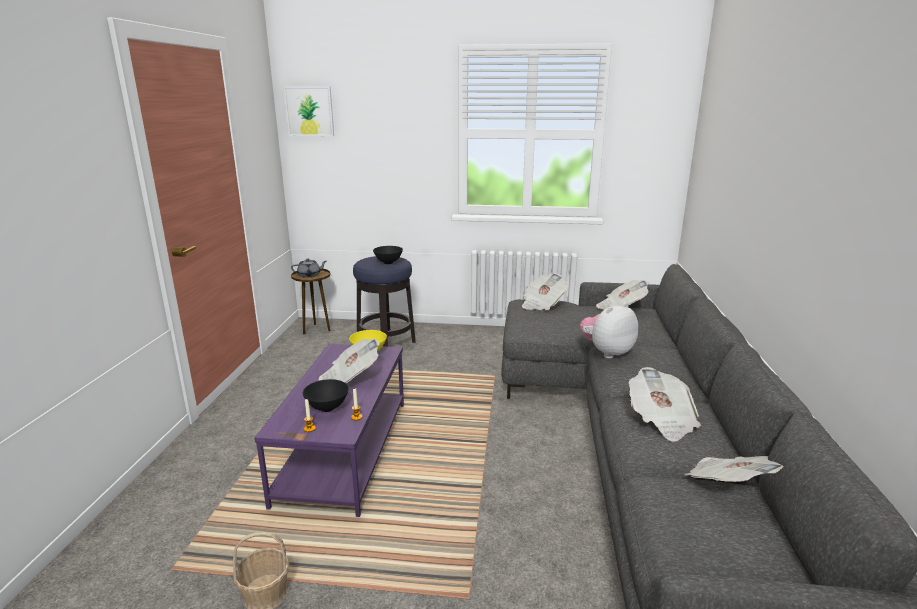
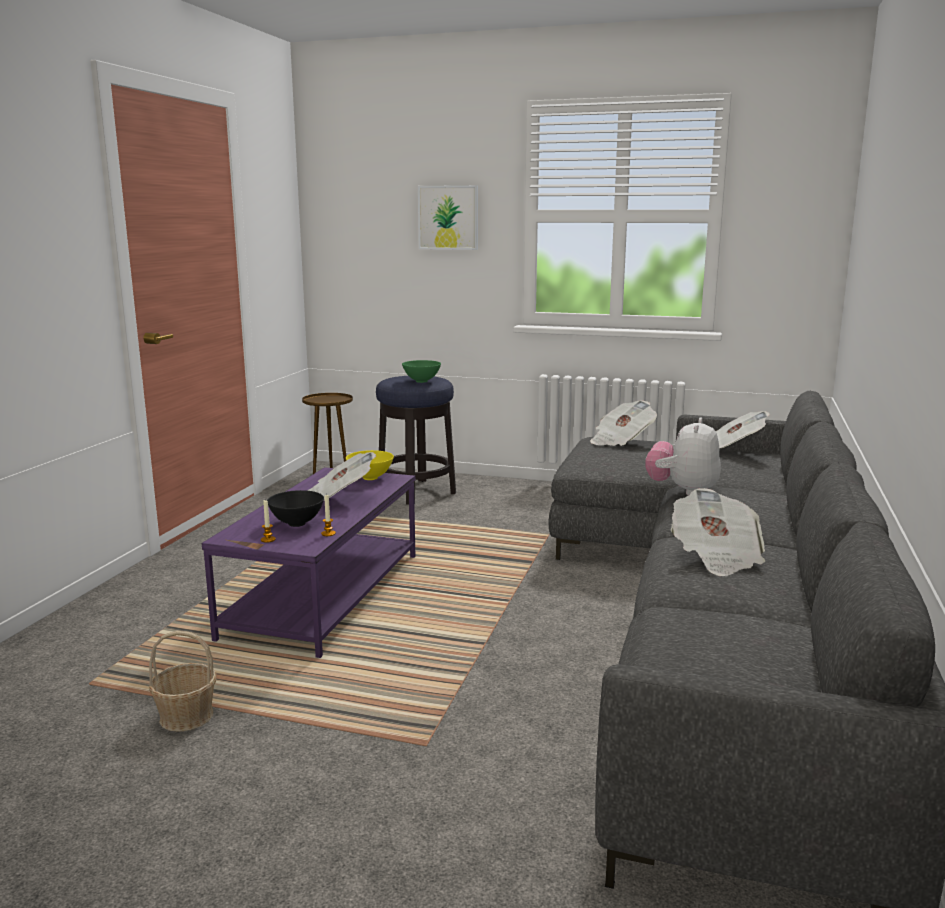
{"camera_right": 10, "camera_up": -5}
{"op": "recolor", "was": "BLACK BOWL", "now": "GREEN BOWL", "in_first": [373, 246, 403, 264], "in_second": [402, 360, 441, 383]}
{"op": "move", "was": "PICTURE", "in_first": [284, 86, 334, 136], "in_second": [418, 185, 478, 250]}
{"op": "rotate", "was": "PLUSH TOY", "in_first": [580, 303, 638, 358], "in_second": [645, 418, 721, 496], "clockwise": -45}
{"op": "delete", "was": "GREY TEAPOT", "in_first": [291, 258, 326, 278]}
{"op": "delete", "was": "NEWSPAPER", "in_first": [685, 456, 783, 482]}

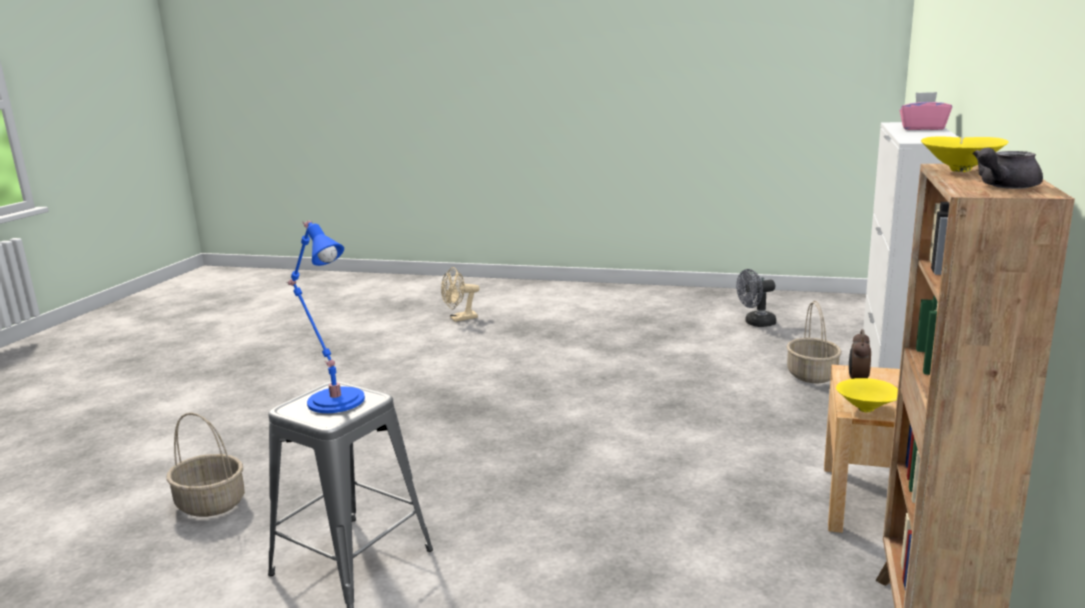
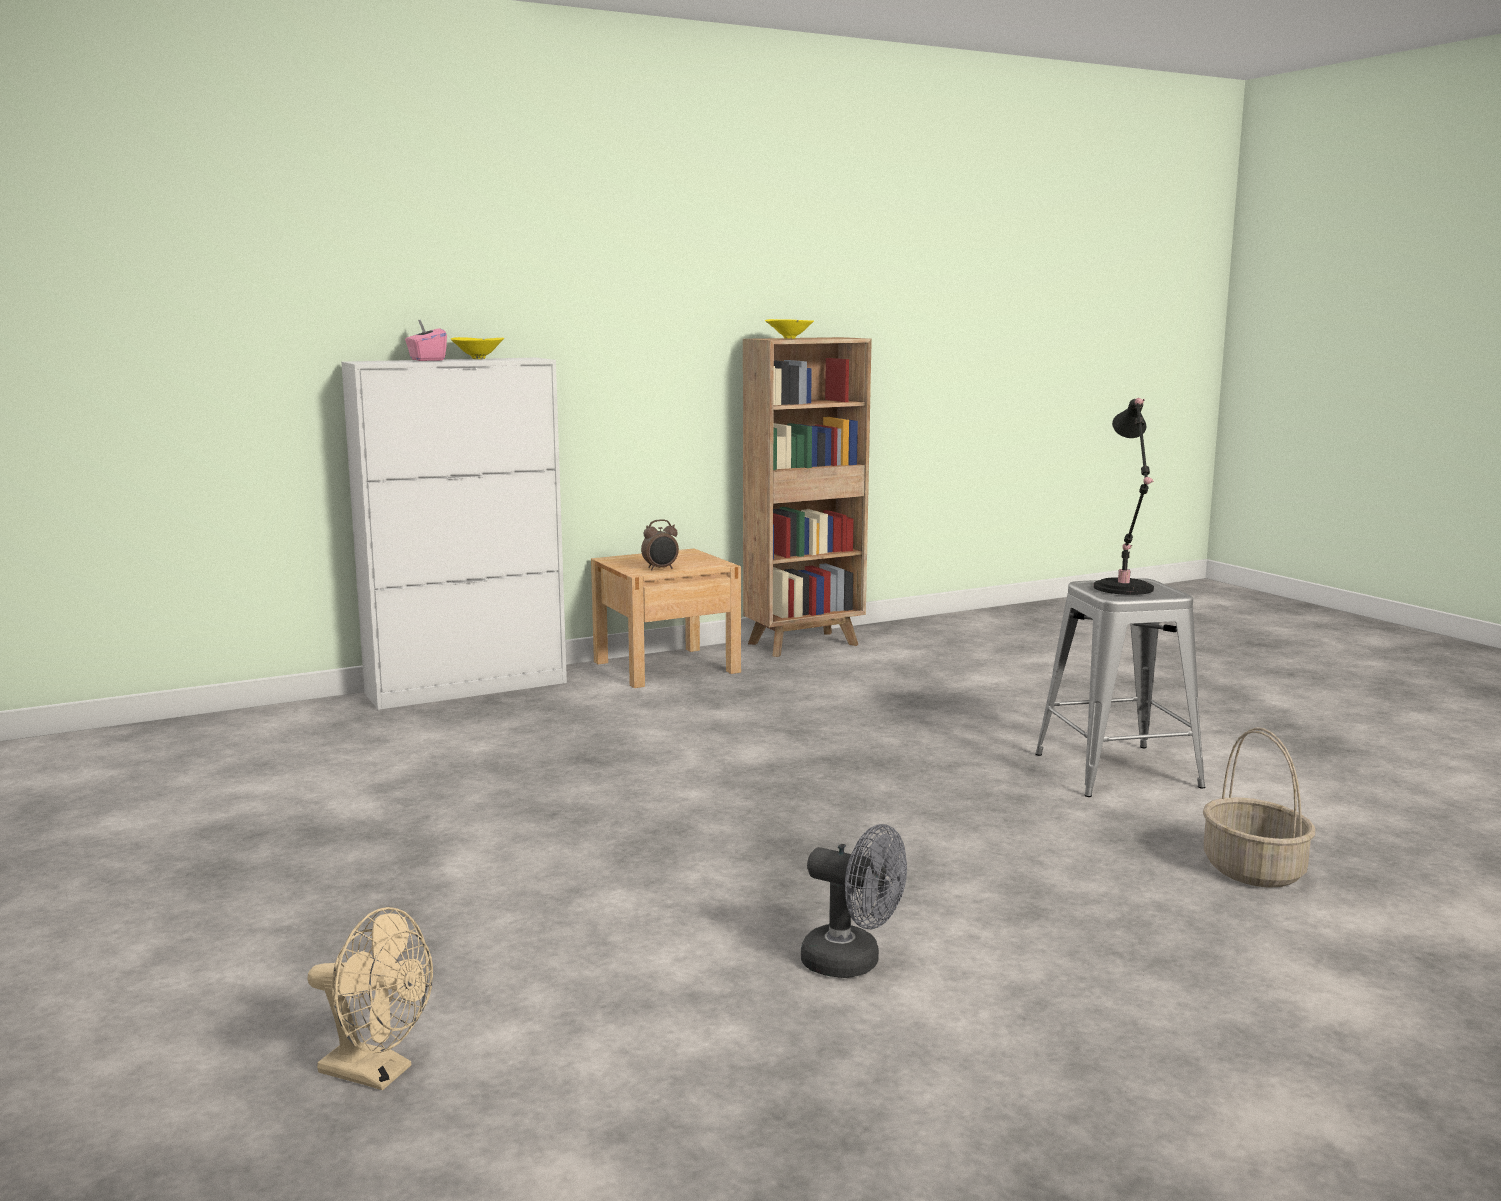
{"camera_right": -135, "camera_up": -5}
{"op": "move", "was": "YELLOW BOWL", "in_first": [836, 378, 898, 412], "in_second": [451, 337, 504, 359]}
{"op": "move", "was": "GREY FAN", "in_first": [736, 269, 776, 327], "in_second": [801, 824, 907, 978]}
{"op": "recolor", "was": "BLUE TABLE LAMP", "now": "BLACK TABLE LAMP", "in_first": [286, 221, 365, 413], "in_second": [1093, 398, 1154, 595]}
{"op": "delete", "was": "BASKET", "in_first": [786, 301, 842, 383]}
{"op": "delete", "was": "GREY TEAPOT", "in_first": [973, 147, 1043, 189]}

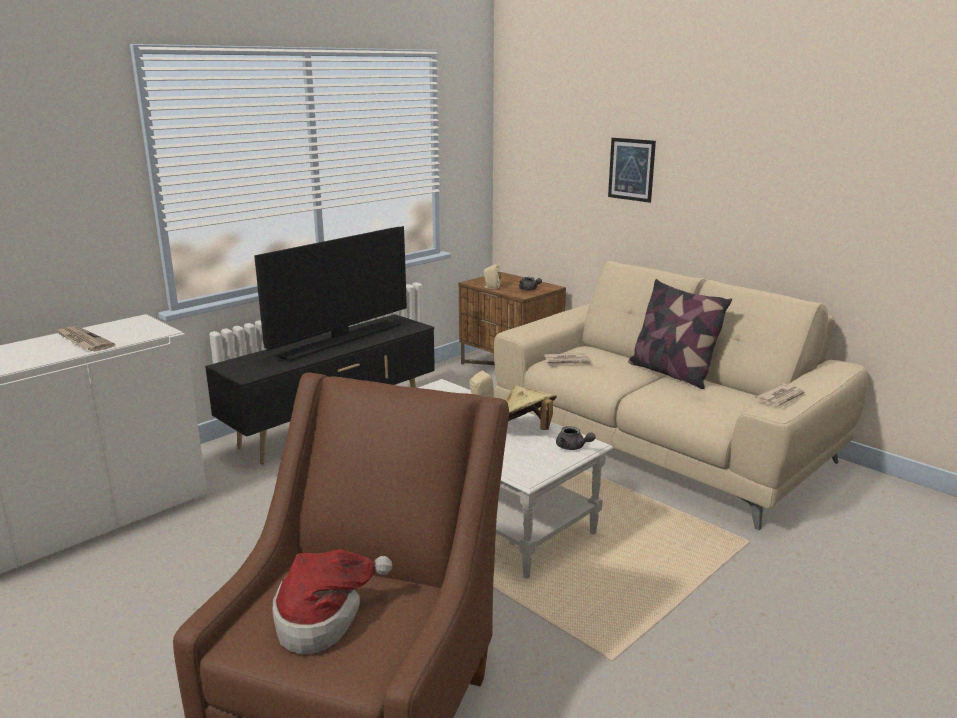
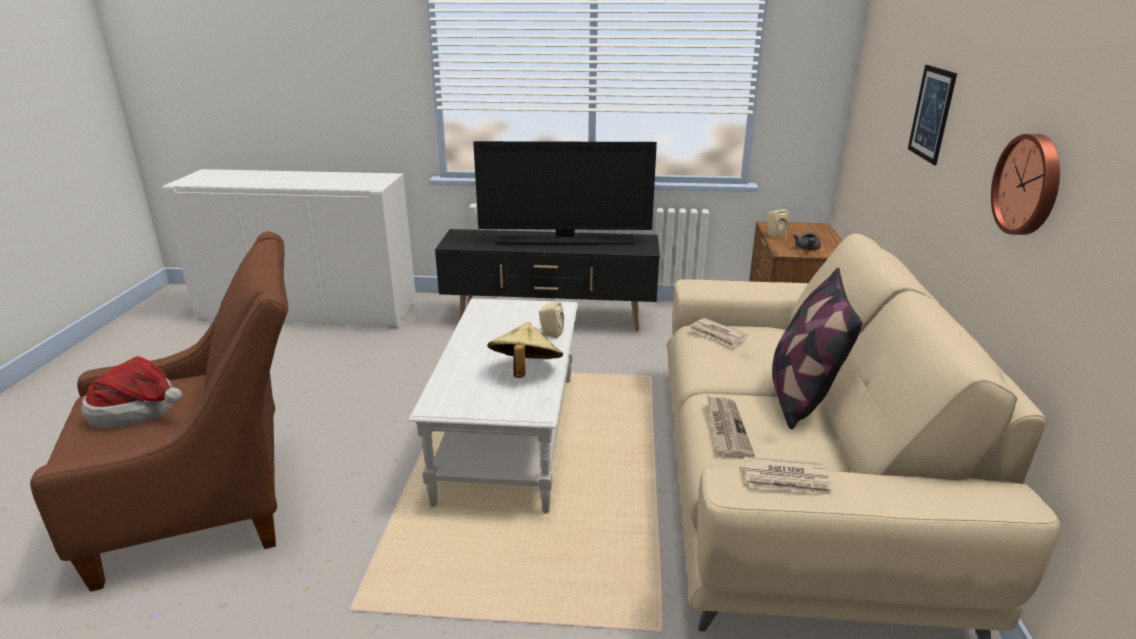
{"camera_right": 50, "camera_up": 5}
{"op": "move", "was": "NEWSPAPER", "in_first": [56, 326, 115, 351], "in_second": [707, 395, 755, 458]}
{"op": "insert", "now": "WALL CLOCK", "in_second": [991, 134, 1060, 235]}
{"op": "delete", "was": "GREY TEAPOT", "in_first": [556, 426, 596, 450]}

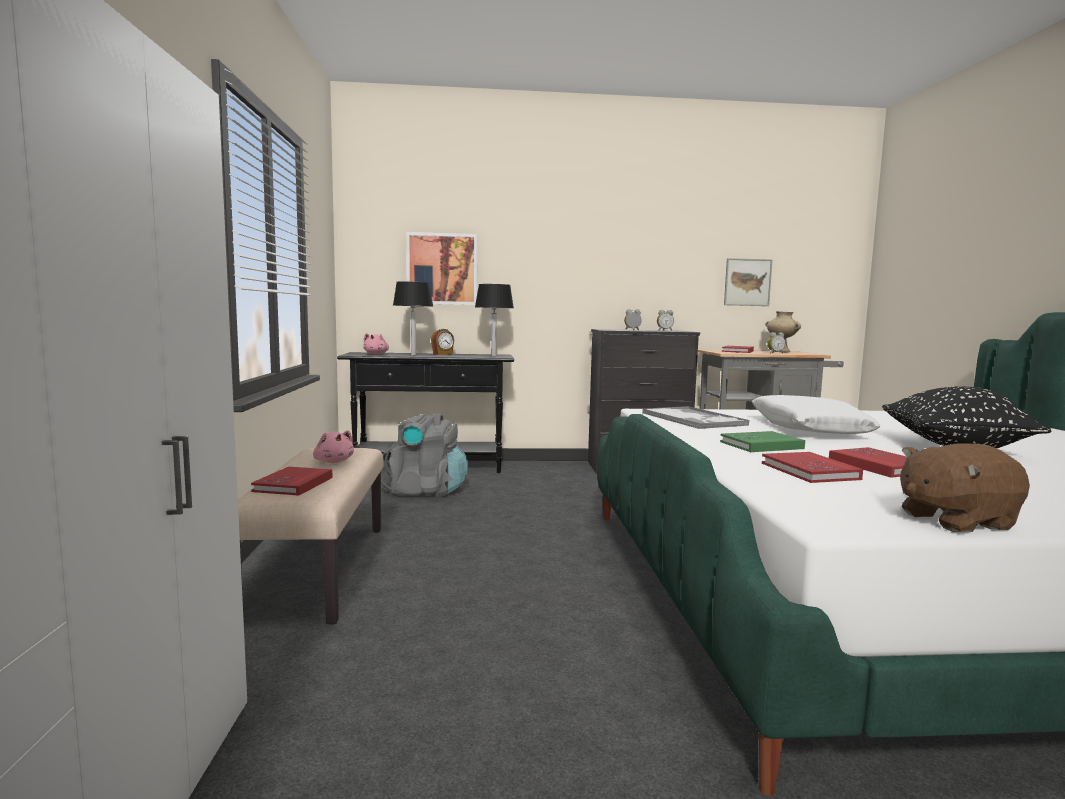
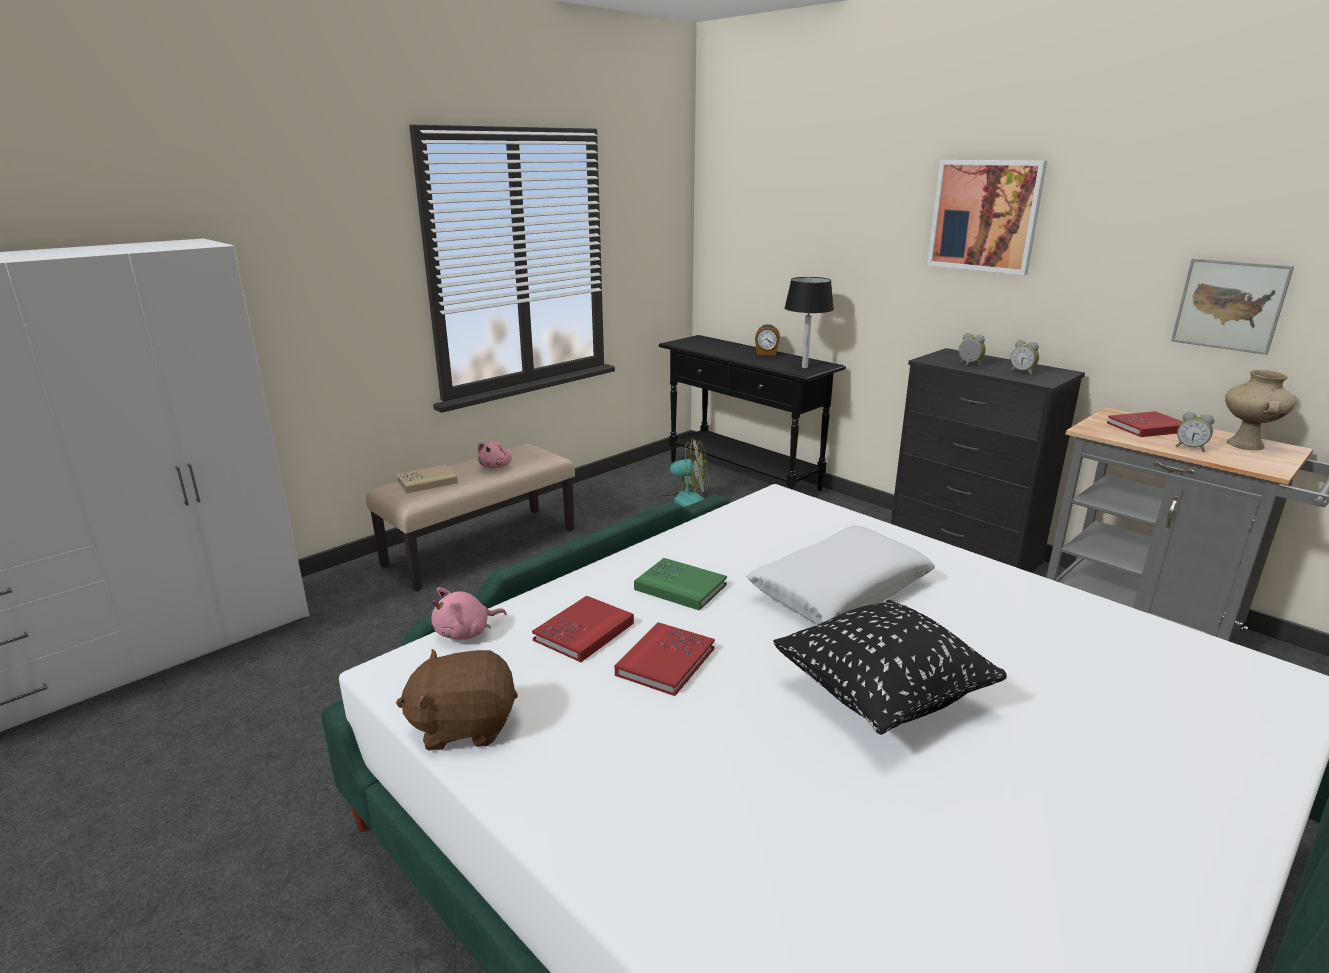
{"camera_right": 50, "camera_up": 15}
{"op": "rotate", "was": "BROWN PLUSH TOY", "in_first": [900, 443, 1030, 532], "in_second": [396, 649, 518, 751], "clockwise": -45}
{"op": "recolor", "was": "RED BOOK", "now": "BEIGE BOOK", "in_first": [251, 467, 332, 496], "in_second": [397, 465, 458, 493]}
{"op": "move", "was": "PINK PLUSH TOY", "in_first": [363, 333, 389, 354], "in_second": [432, 587, 507, 640]}
{"op": "replace", "was": "GREY BACKPACK", "now": "FAN", "in_first": [381, 413, 468, 498], "in_second": [654, 438, 709, 507]}
{"op": "move", "was": "PICTURE", "in_first": [406, 232, 477, 305], "in_second": [927, 160, 1047, 275]}
{"op": "delete", "was": "BLACK TABLE LAMP", "in_first": [393, 282, 433, 356]}
{"op": "delete", "was": "TRAY", "in_first": [642, 406, 750, 429]}

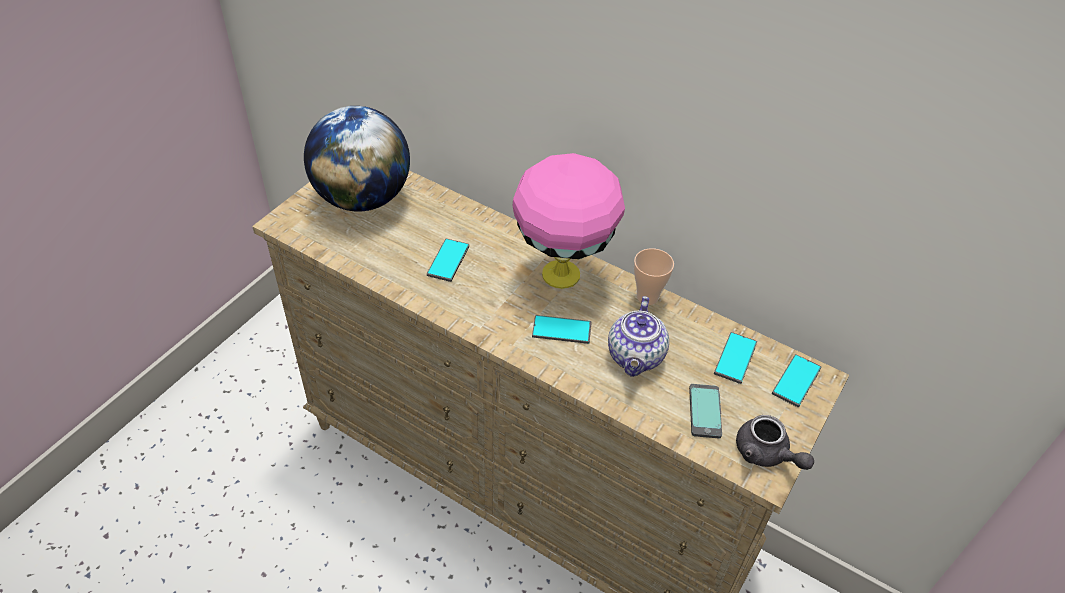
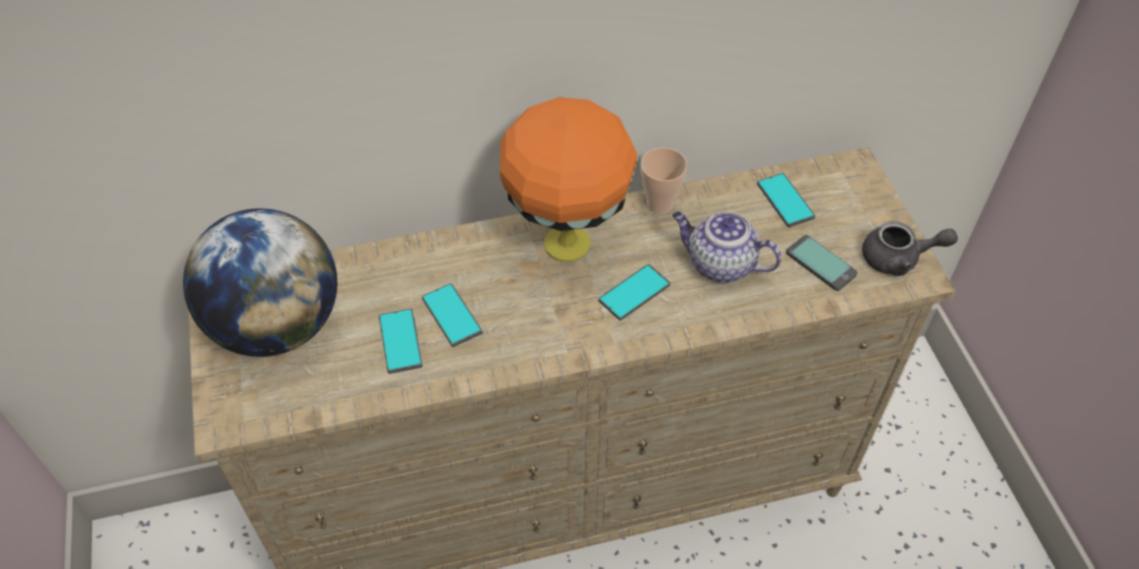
{"camera_right": -45, "camera_up": 5}
{"op": "move", "was": "PHONE", "in_first": [772, 354, 821, 407], "in_second": [379, 309, 423, 374]}
{"op": "recolor", "was": "PINK TABLE LAMP", "now": "ORANGE TABLE LAMP", "in_first": [513, 153, 625, 289], "in_second": [500, 97, 637, 262]}
{"op": "rotate", "was": "TEAPOT", "in_first": [608, 296, 669, 377], "in_second": [672, 211, 782, 283], "clockwise": 150}

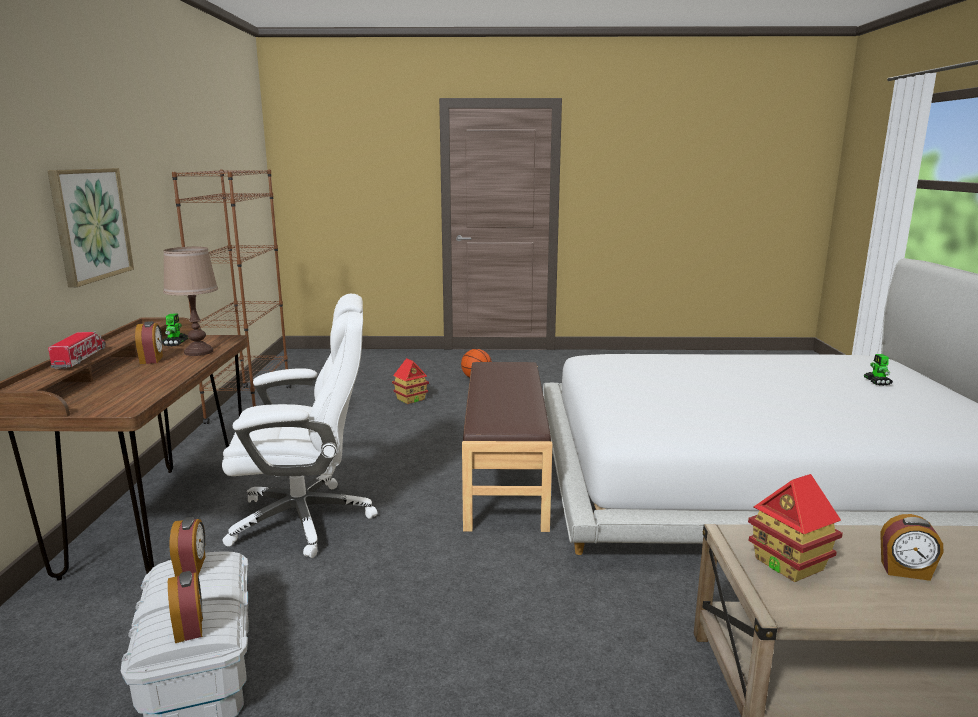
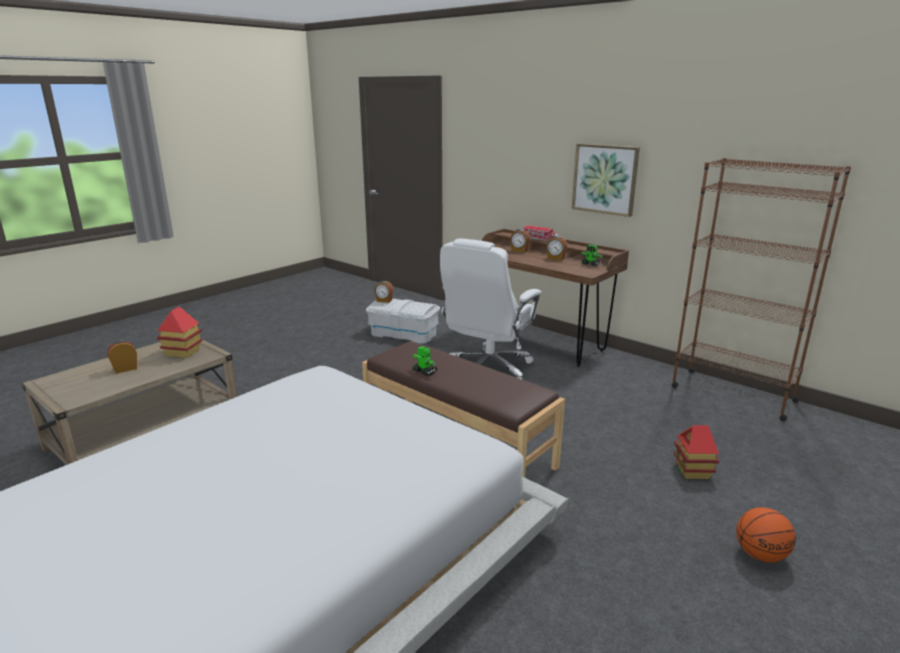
{"camera_right": 130, "camera_up": 5}
{"op": "move", "was": "TOY ROBOT", "in_first": [864, 354, 893, 386], "in_second": [412, 346, 437, 376]}
{"op": "move", "was": "ALARM CLOCK", "in_first": [169, 517, 205, 577], "in_second": [510, 229, 530, 253]}
{"op": "delete", "was": "BROWN TABLE LAMP", "in_first": [163, 247, 218, 356]}

